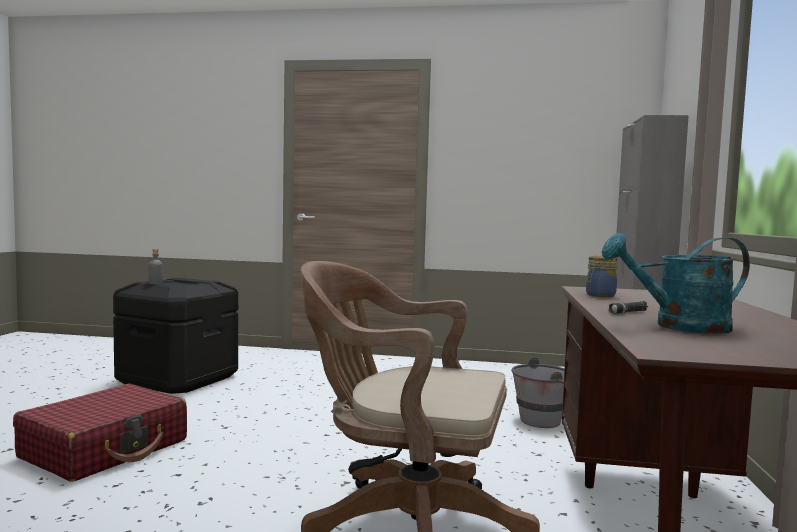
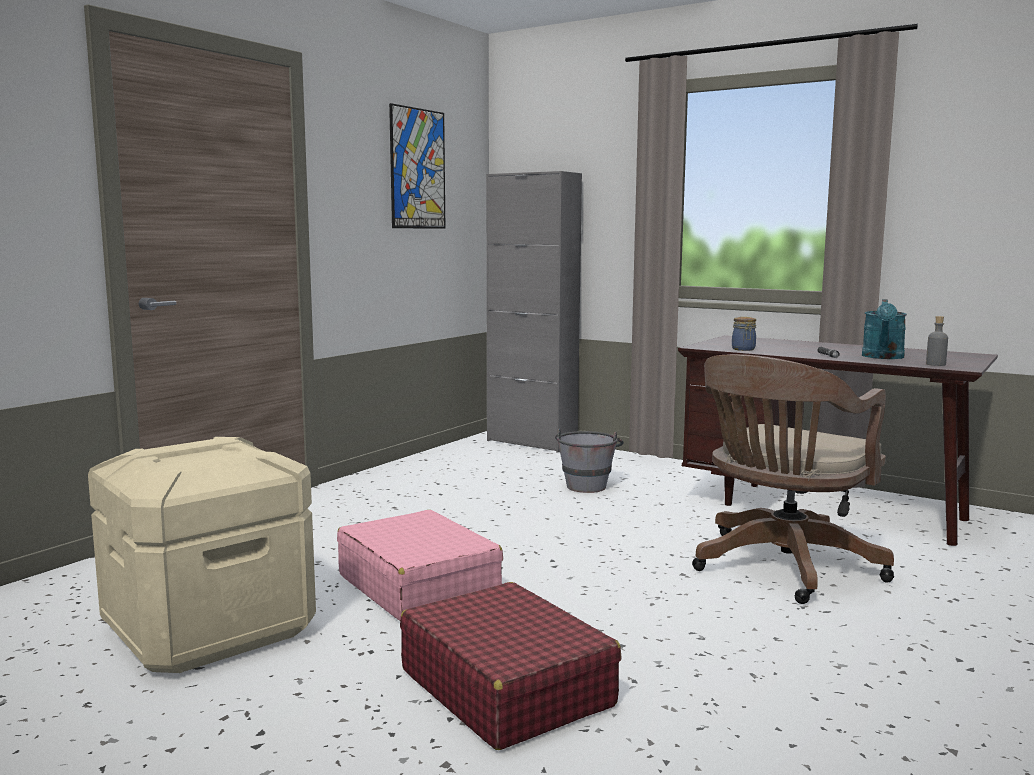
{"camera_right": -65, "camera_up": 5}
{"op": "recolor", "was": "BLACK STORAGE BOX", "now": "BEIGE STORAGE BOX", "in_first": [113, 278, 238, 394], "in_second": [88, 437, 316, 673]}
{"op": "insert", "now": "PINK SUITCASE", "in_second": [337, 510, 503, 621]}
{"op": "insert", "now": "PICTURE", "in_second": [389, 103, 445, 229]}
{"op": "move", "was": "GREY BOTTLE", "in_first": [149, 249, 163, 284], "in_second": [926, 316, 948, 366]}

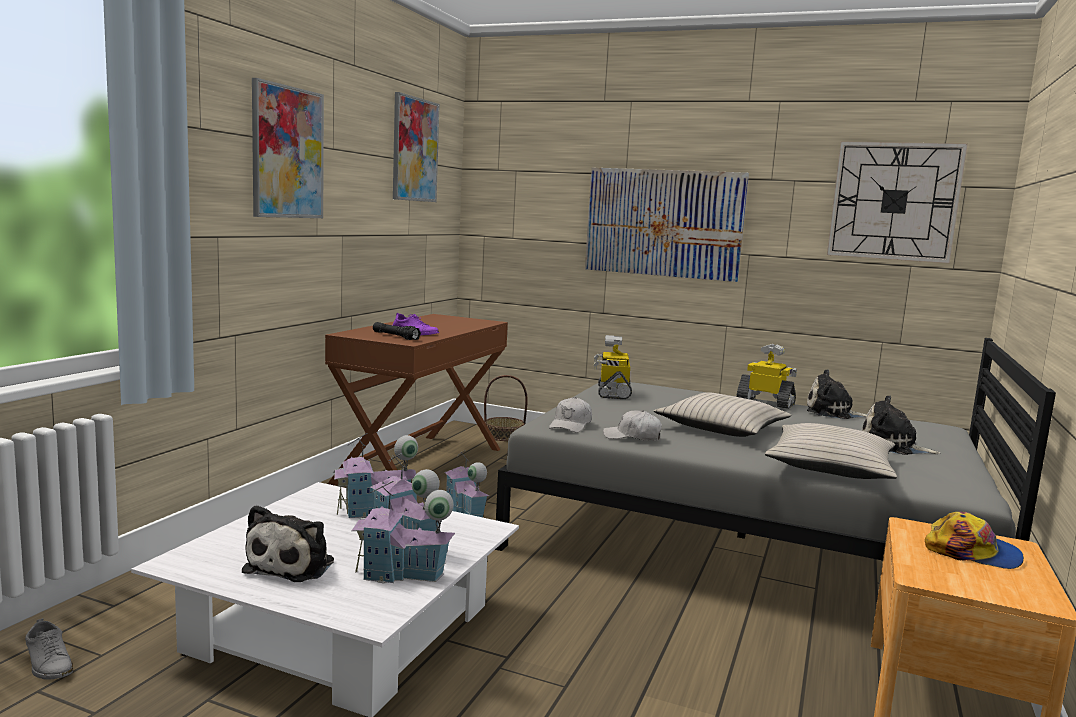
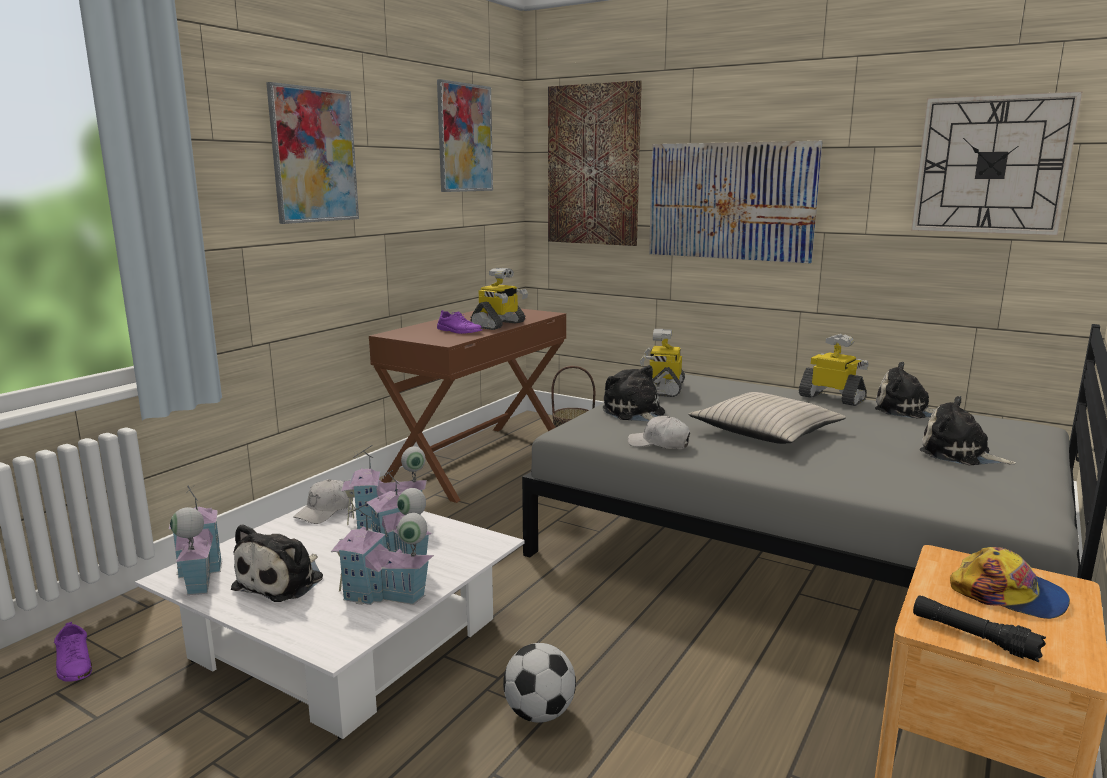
{"camera_right": 10, "camera_up": 5}
{"op": "recolor", "was": "GREY SHOE", "now": "PURPLE SHOE", "in_first": [25, 618, 73, 680], "in_second": [54, 622, 92, 682]}
{"op": "move", "was": "TOY HOUSE", "in_first": [444, 450, 489, 517], "in_second": [169, 485, 222, 595]}
{"op": "move", "was": "WHITE CAP", "in_first": [549, 397, 592, 433], "in_second": [293, 479, 353, 524]}
{"op": "insert", "now": "TOY ROBOT", "in_second": [470, 268, 528, 330]}
{"op": "insert", "now": "FOOTBALL", "in_second": [503, 643, 576, 723]}
{"op": "insert", "now": "PICTURE", "in_second": [548, 80, 642, 246]}
{"op": "insert", "now": "PLUSH TOY", "in_second": [603, 365, 665, 422]}
{"op": "move", "was": "BLACK FLASHLIGHT", "in_first": [373, 322, 421, 340], "in_second": [913, 595, 1046, 662]}
{"op": "delete", "was": "BEIGE PILLOW", "in_first": [765, 423, 897, 479]}

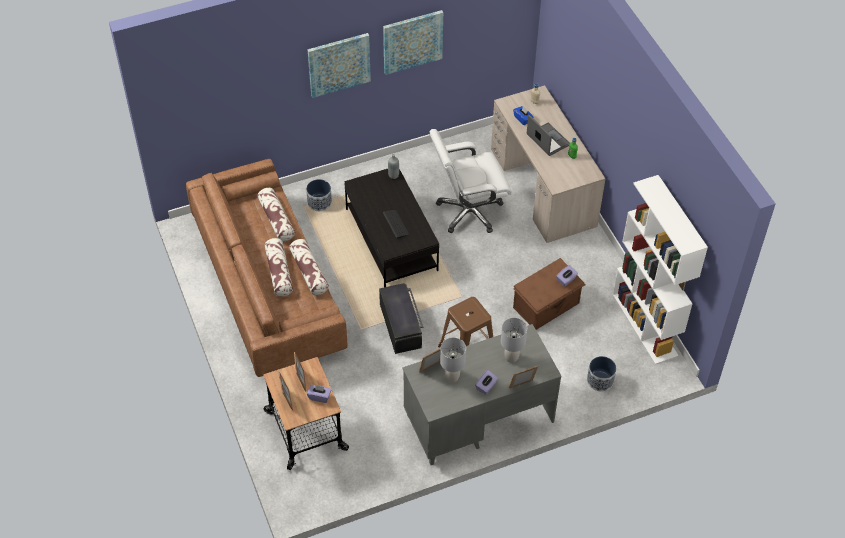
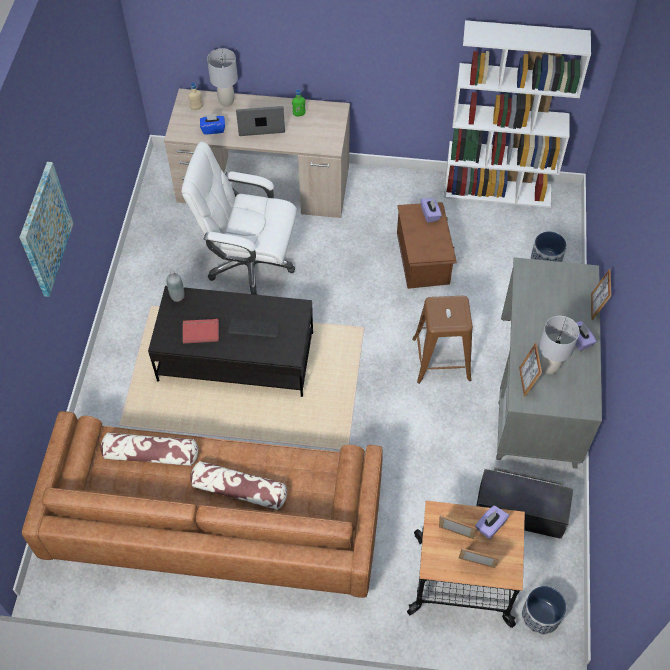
{"camera_right": -60, "camera_up": 5}
{"op": "rotate", "was": "WHITE OFFICE CHAIR", "in_first": [430, 129, 512, 233], "in_second": [181, 142, 297, 295], "clockwise": 90}
{"op": "insert", "now": "RED BOOK", "in_second": [183, 319, 219, 344]}
{"op": "move", "was": "GREY TABLE LAMP", "in_first": [501, 318, 527, 363], "in_second": [207, 48, 238, 107]}
{"op": "move", "was": "BLACK STORAGE BOX", "in_first": [379, 283, 423, 354], "in_second": [476, 467, 573, 539]}
{"op": "move", "was": "PLANTER", "in_first": [306, 179, 332, 211], "in_second": [522, 586, 566, 635]}
{"op": "delete", "was": "PILLOW", "in_first": [289, 239, 329, 295]}
{"op": "delete", "was": "PICTURE", "in_first": [383, 10, 443, 75]}

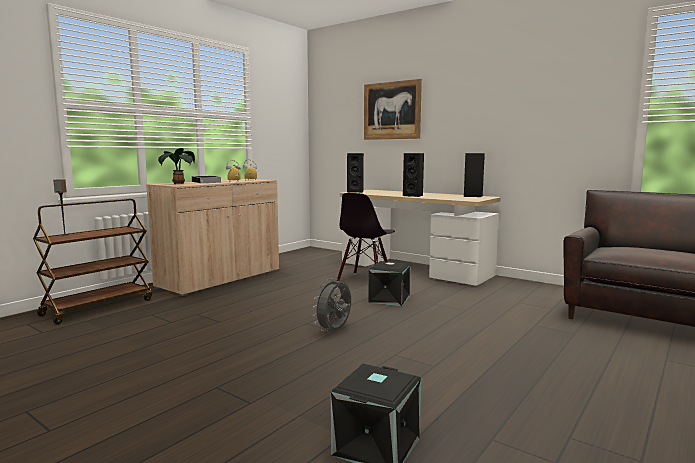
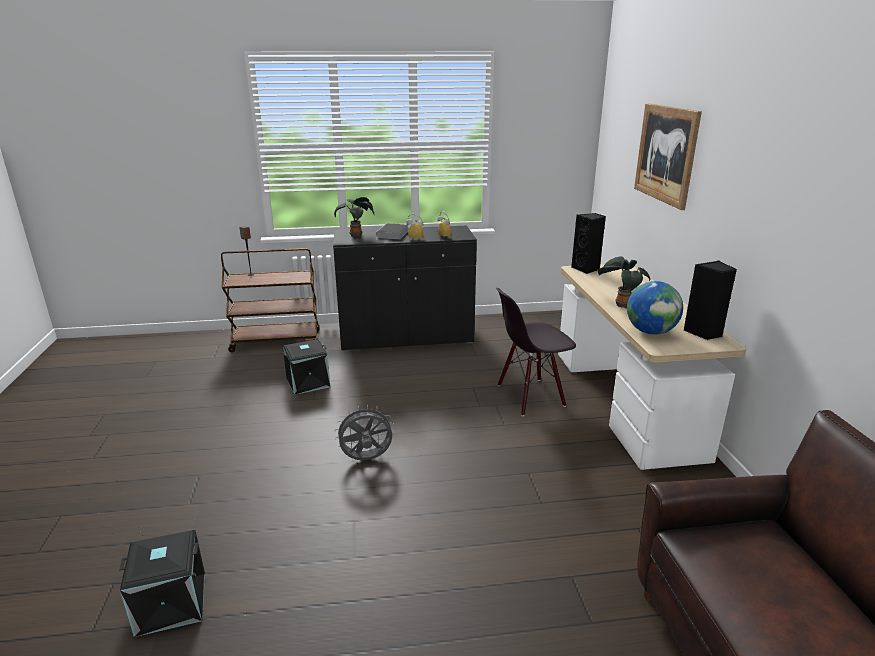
{"camera_right": 45, "camera_up": 15}
{"op": "move", "was": "BLACK STORAGE BOX", "in_first": [368, 261, 411, 306], "in_second": [283, 339, 330, 395]}
{"op": "recolor", "was": "BEIGE CABINET", "now": "BLACK CABINET", "in_first": [146, 179, 279, 296], "in_second": [333, 226, 477, 351]}
{"op": "replace", "was": "BLACK SPEAKER", "now": "POTTED PLANT", "in_first": [403, 153, 424, 197], "in_second": [598, 256, 650, 308]}
{"op": "insert", "now": "GLOBE", "in_second": [627, 281, 683, 335]}

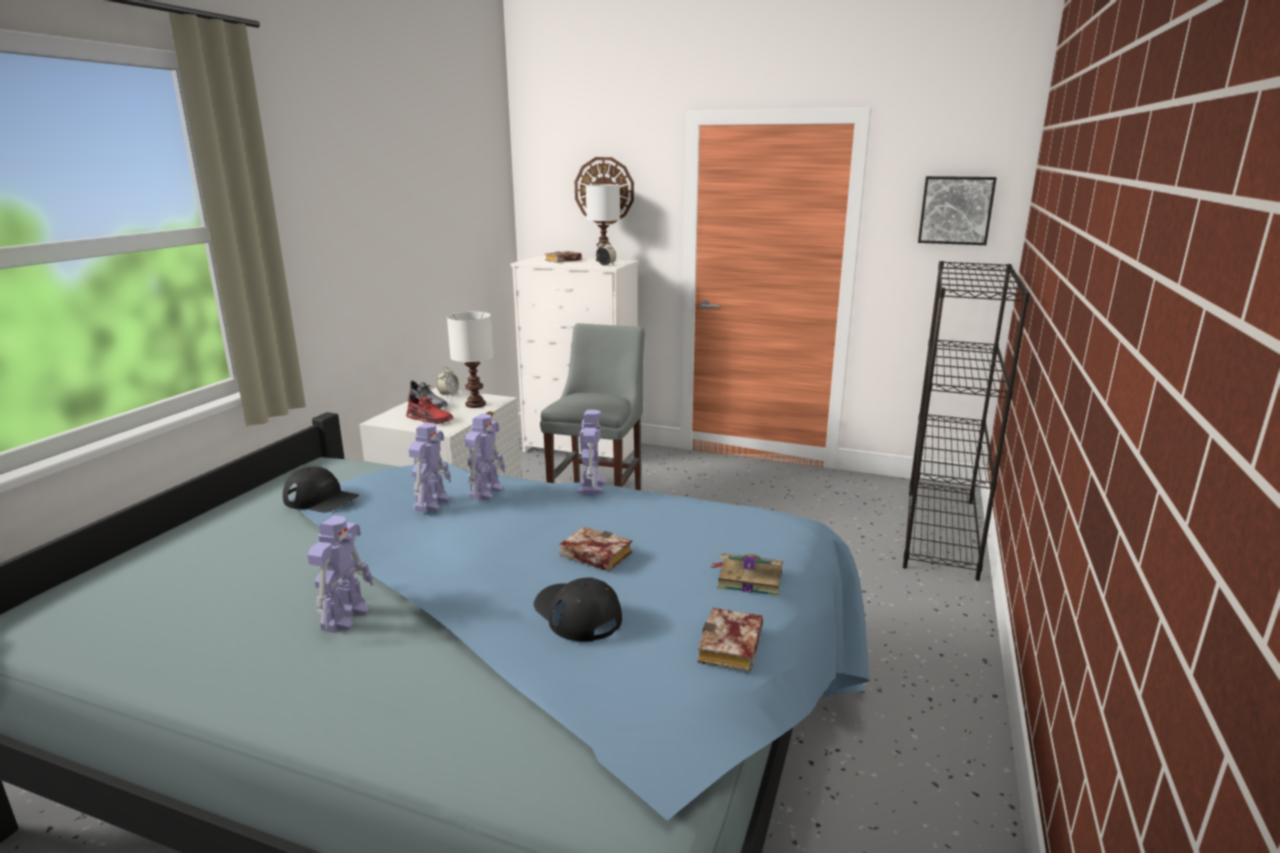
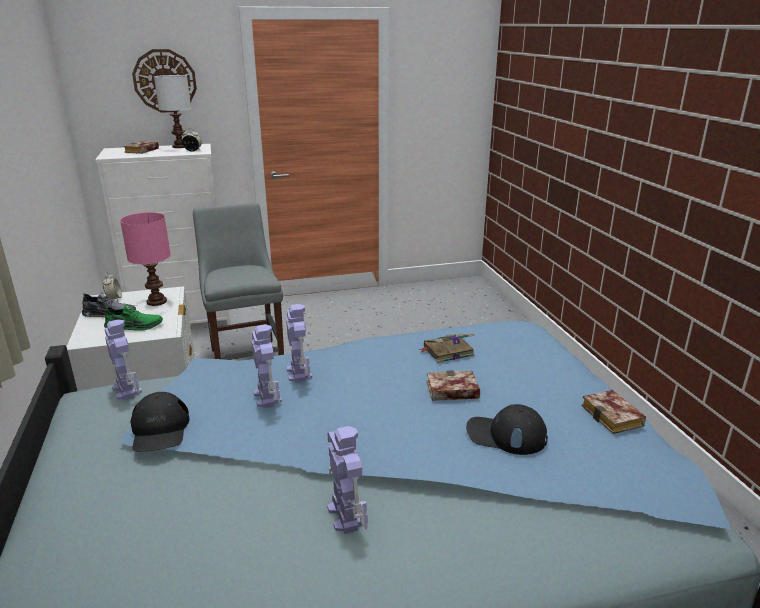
{"camera_right": -35, "camera_up": 5}
{"op": "recolor", "was": "RED SHOE", "now": "GREEN SHOE", "in_first": [406, 394, 453, 424], "in_second": [104, 304, 163, 331]}
{"op": "move", "was": "TOY ROBOT", "in_first": [578, 410, 605, 496], "in_second": [105, 320, 142, 400]}
{"op": "recolor", "was": "WHITE TABLE LAMP", "now": "PINK TABLE LAMP", "in_first": [447, 312, 493, 408], "in_second": [120, 212, 171, 306]}
{"op": "rotate", "was": "BLACK CAP", "in_first": [283, 466, 359, 513], "in_second": [130, 392, 190, 451], "clockwise": 90}
{"op": "move", "was": "BOOK", "in_first": [711, 553, 783, 596], "in_second": [419, 334, 475, 363]}
{"op": "delete", "was": "BLACK BOOKCASE", "in_first": [903, 261, 1030, 581]}
{"op": "delete", "was": "PICTURE", "in_first": [918, 176, 997, 245]}

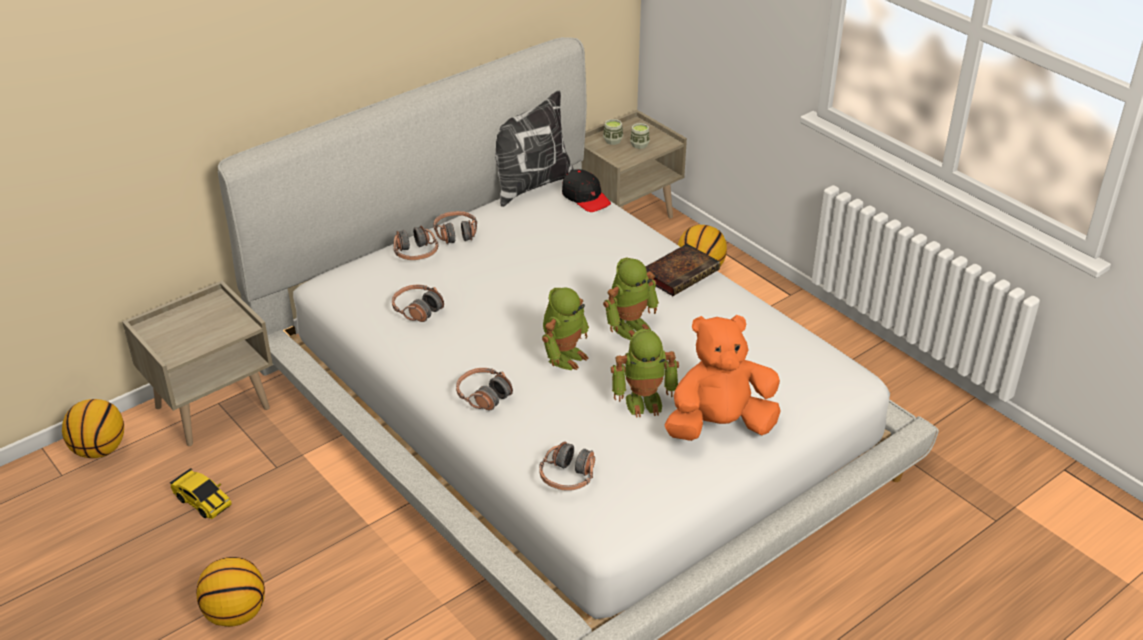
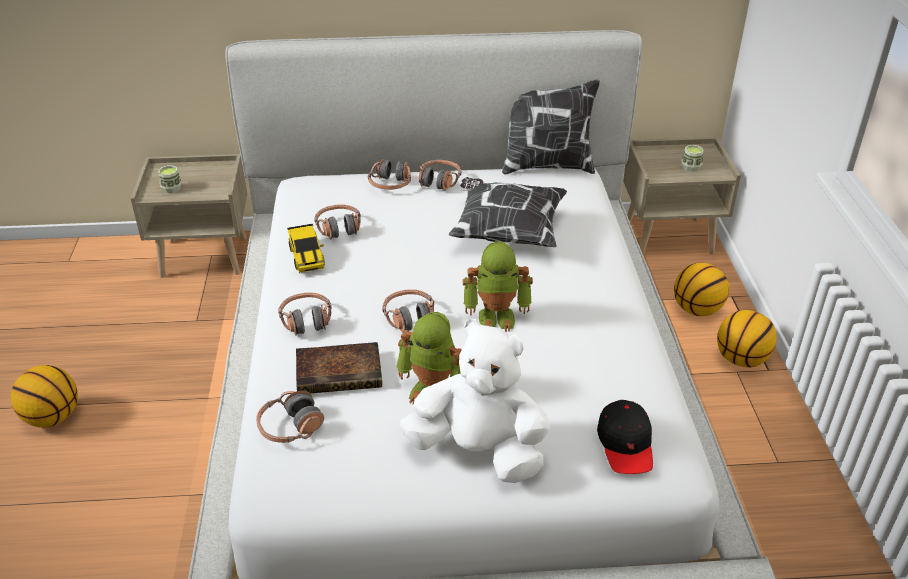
{"camera_right": 35, "camera_up": 0}
{"op": "move", "was": "CUP", "in_first": [603, 119, 623, 145], "in_second": [158, 165, 182, 193]}
{"op": "move", "was": "TOY CAR", "in_first": [170, 468, 232, 520], "in_second": [287, 224, 325, 273]}
{"op": "move", "was": "BOOK", "in_first": [645, 244, 720, 296], "in_second": [296, 342, 382, 393]}
{"op": "replace", "was": "TOY ROBOT", "now": "HEADPHONES", "in_first": [542, 287, 589, 370], "in_second": [382, 289, 434, 332]}
{"op": "recolor", "was": "ORANGE PLUSH TOY", "now": "WHITE PLUSH TOY", "in_first": [664, 315, 780, 441], "in_second": [400, 319, 550, 483]}
{"op": "insert", "now": "PILLOW", "in_second": [449, 177, 567, 247]}
{"op": "move", "was": "BLACK CAP", "in_first": [562, 169, 611, 212], "in_second": [597, 400, 653, 474]}
{"op": "move", "was": "BASKETBALL", "in_first": [62, 399, 124, 458], "in_second": [717, 310, 777, 368]}

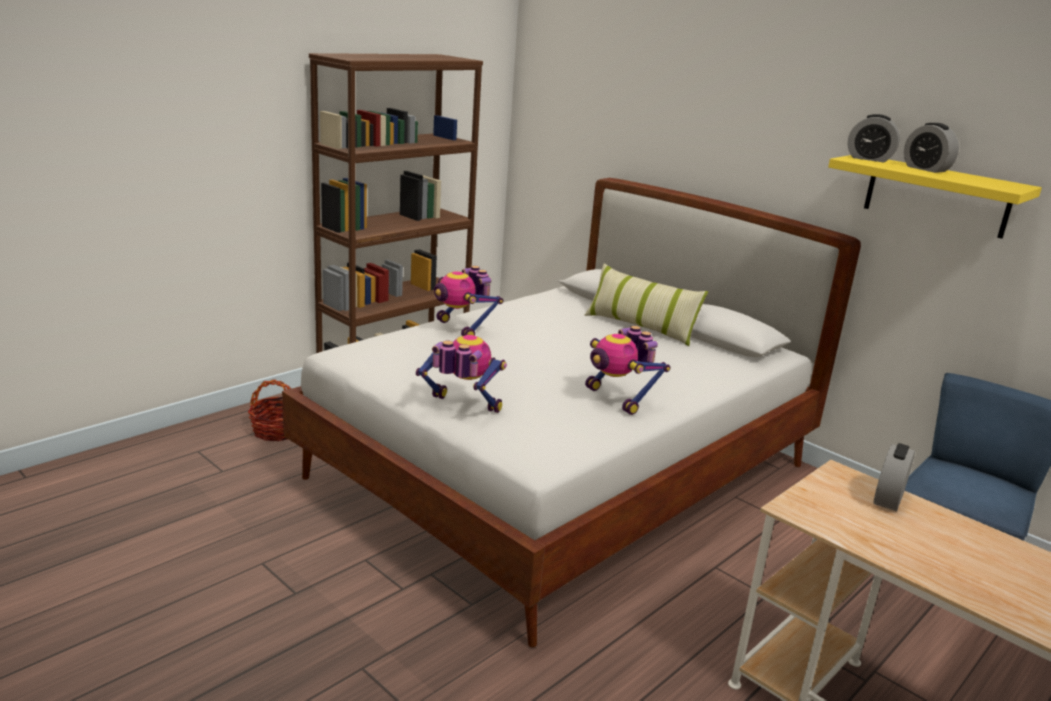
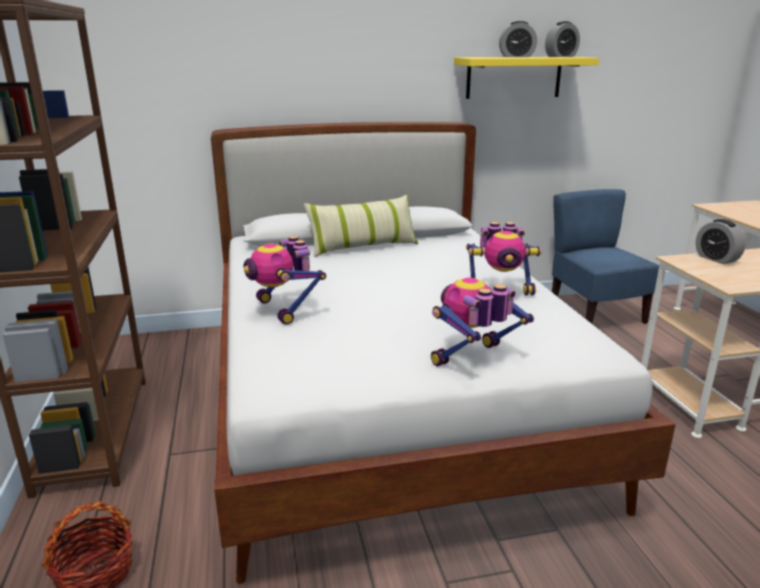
{"camera_right": -55, "camera_up": 0}
{"op": "rotate", "was": "TOY ROBOT", "in_first": [434, 266, 504, 336], "in_second": [244, 236, 326, 325], "clockwise": 60}
{"op": "move", "was": "ALARM CLOCK", "in_first": [848, 114, 900, 162], "in_second": [545, 21, 580, 57]}

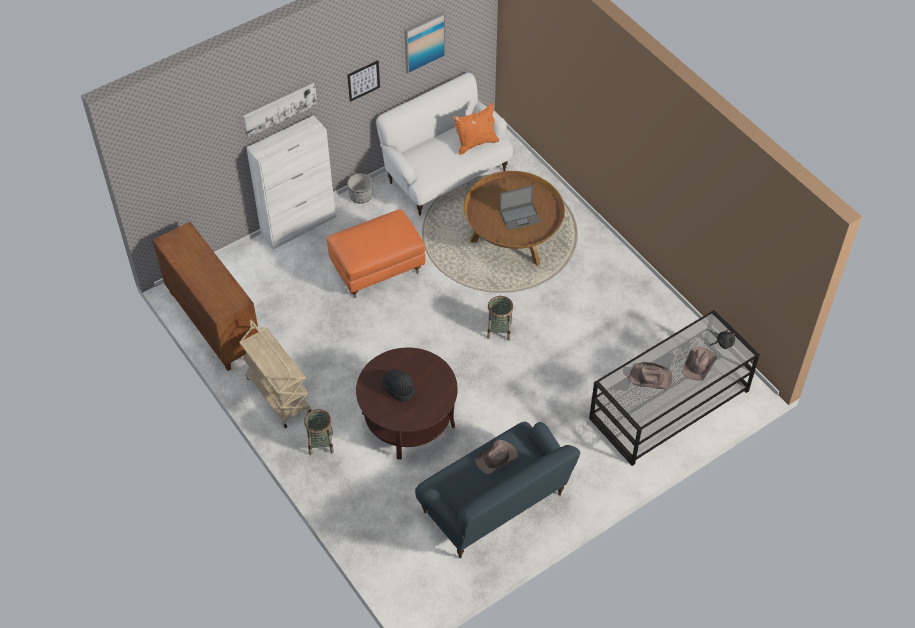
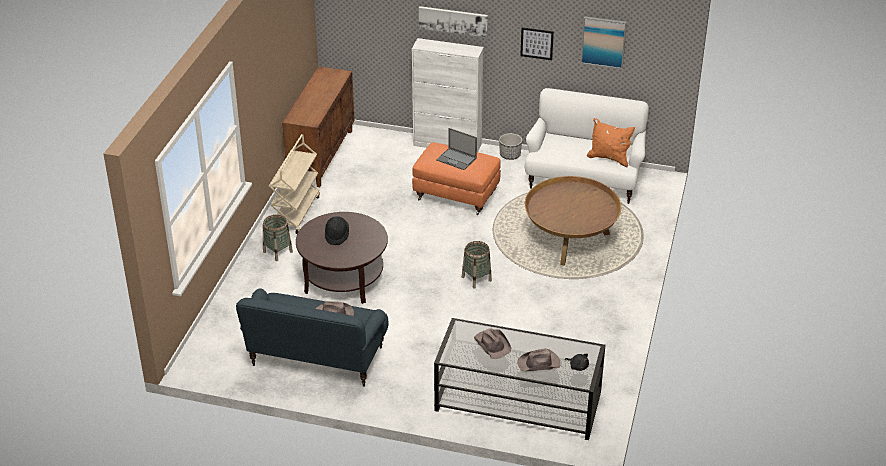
{"camera_right": 50, "camera_up": -15}
{"op": "move", "was": "LAPTOP", "in_first": [499, 185, 541, 230], "in_second": [436, 128, 477, 170]}

